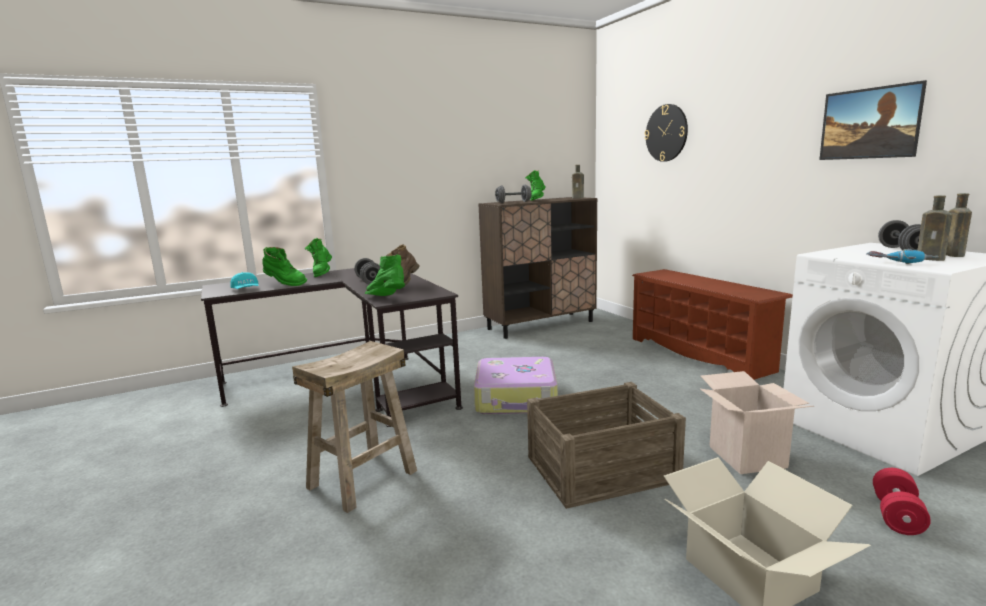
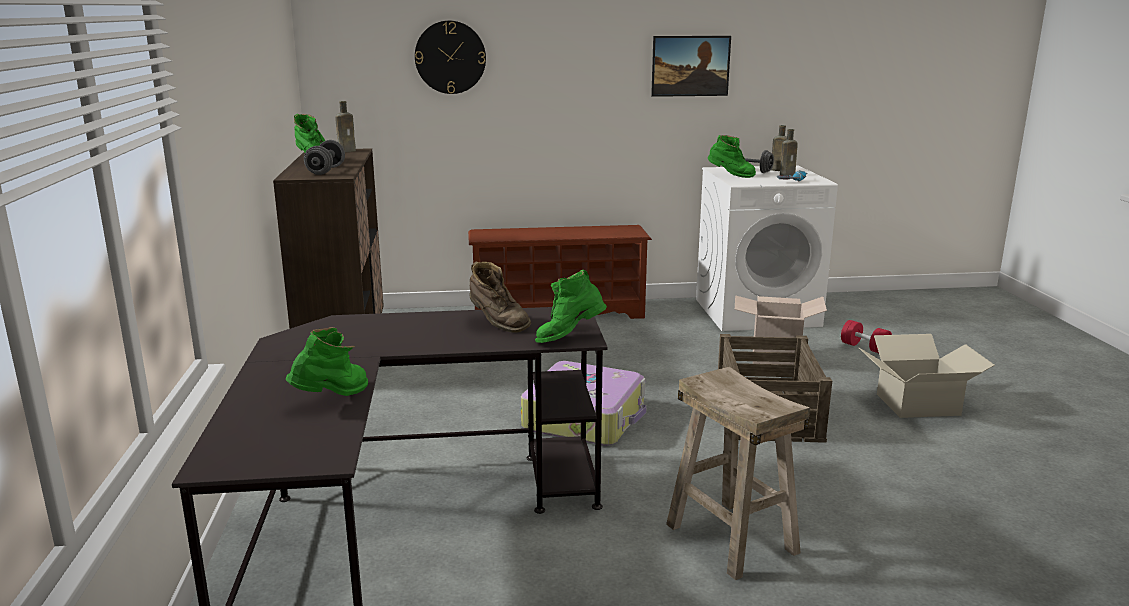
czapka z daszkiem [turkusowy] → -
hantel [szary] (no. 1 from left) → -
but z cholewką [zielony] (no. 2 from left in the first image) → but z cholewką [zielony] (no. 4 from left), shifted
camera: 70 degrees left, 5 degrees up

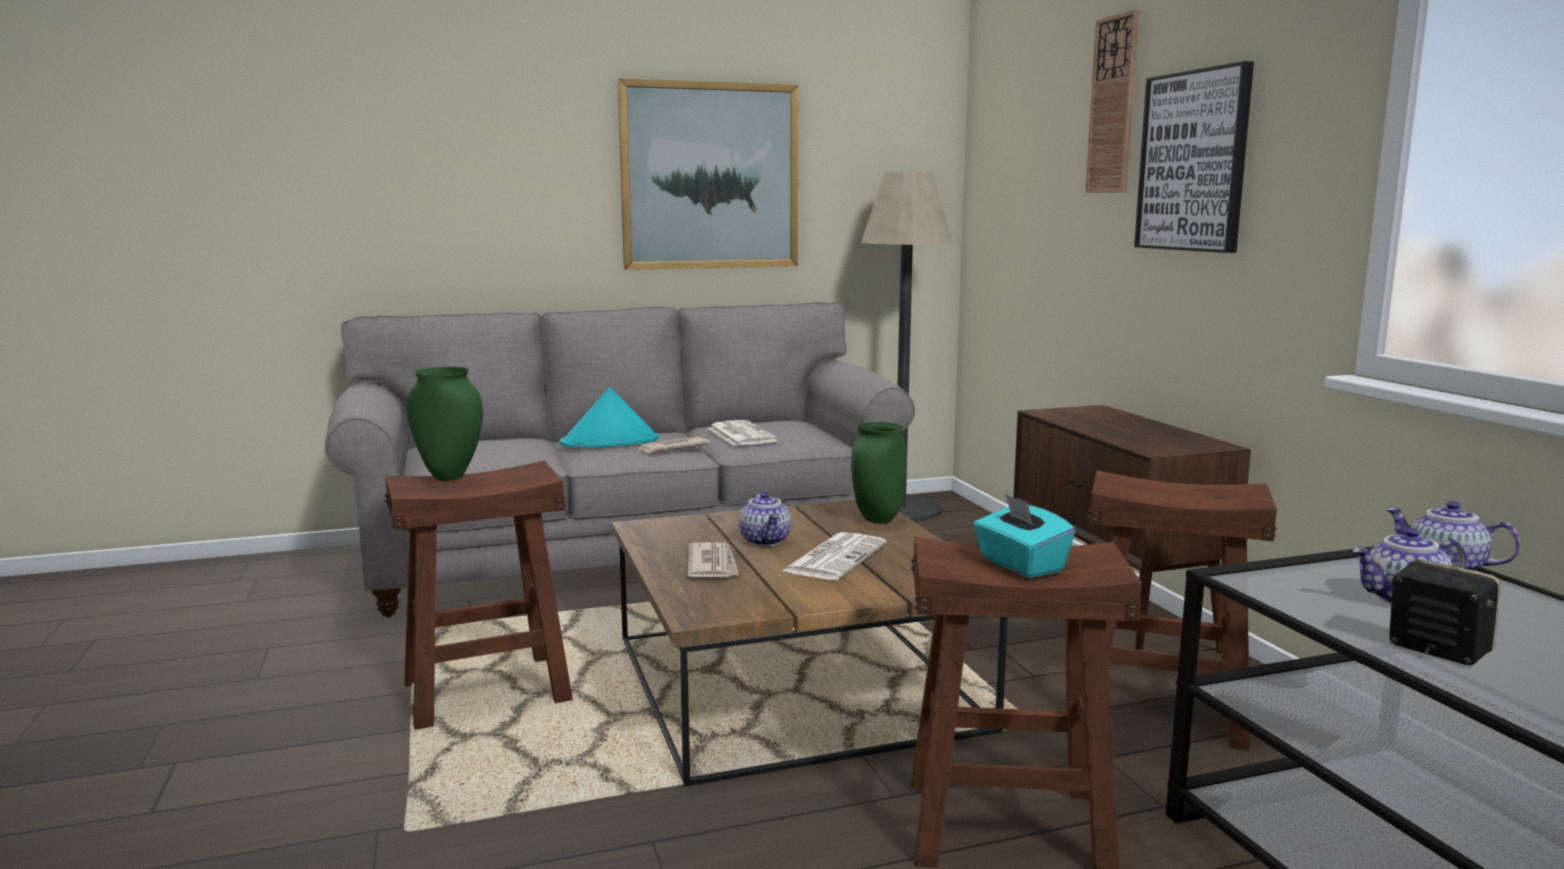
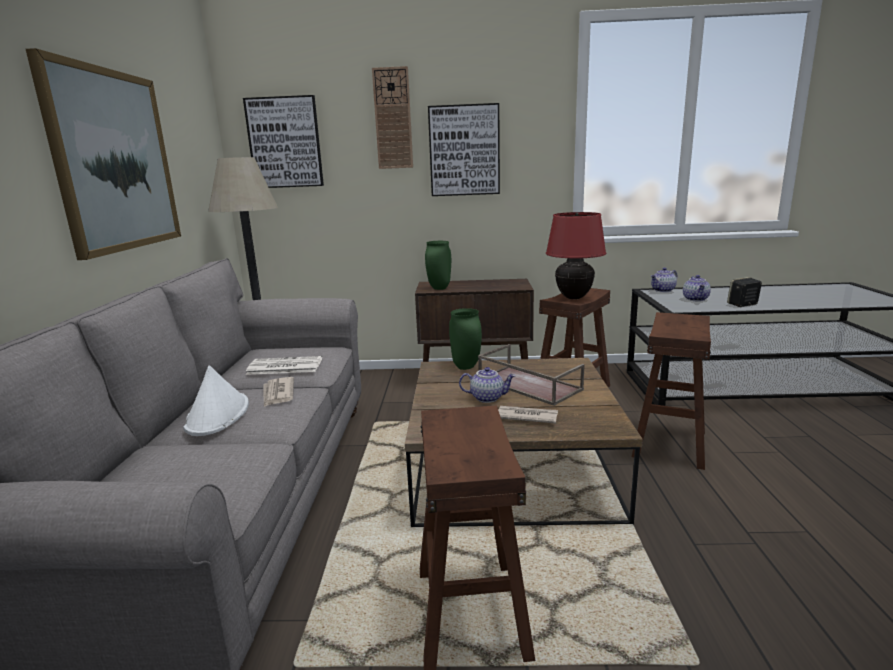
pudełko chusteczek [turkusowy] → -
- → obraz (no. 2 from left)
- → lampa stołowa [czerwony]
wazon [zielony] (no. 1 from left), shifted
gazeta (no. 4 from left) → taca [brązowy]
kapelusz [turkusowy] → kapelusz [biały]
camera: 70 degrees left, 5 degrees up

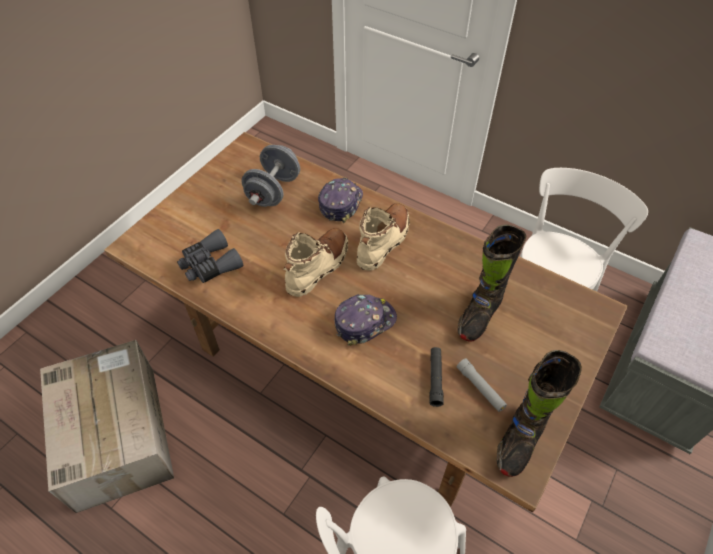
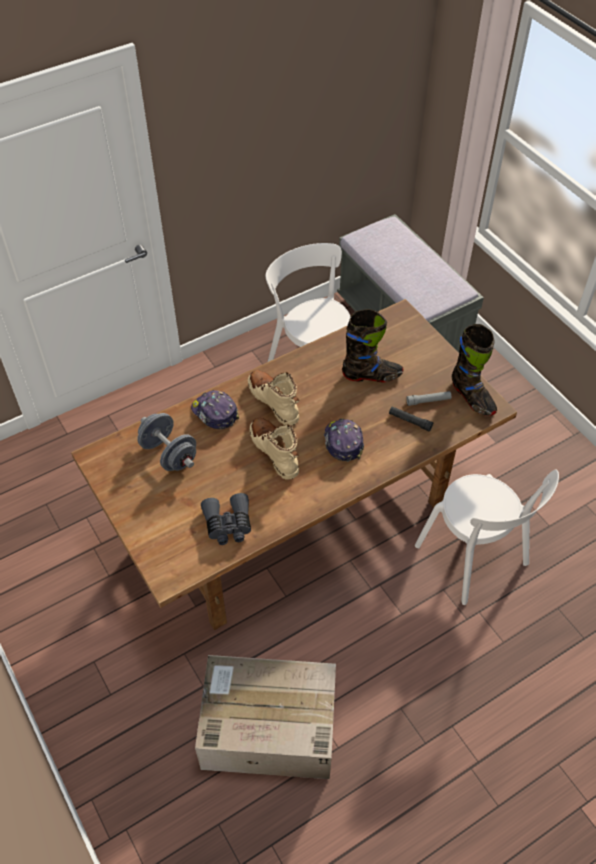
but z cholewką [czarny] (no. 1 from left), 60 degrees counterclockwise
camera: 65 degrees left, 0 degrees up

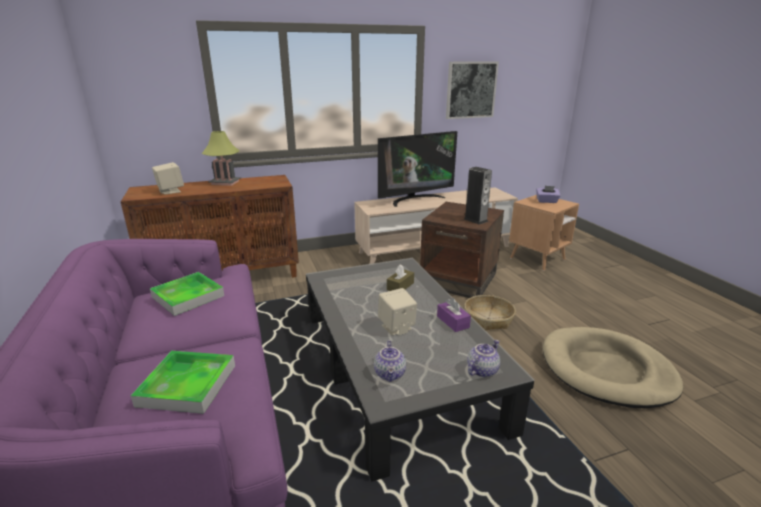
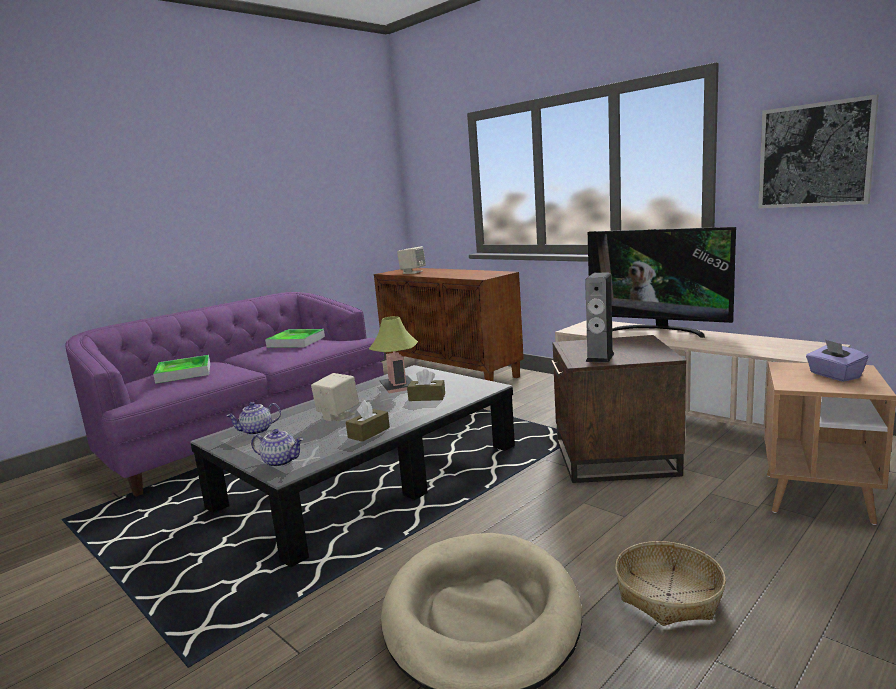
lampa stołowa, shifted
koszyk, shifted
pudełko chusteczek [fioletowy] (no. 1 from left) → pudełko chusteczek [brązowy] (no. 1 from left)
camera: 65 degrees right, 10 degrees down

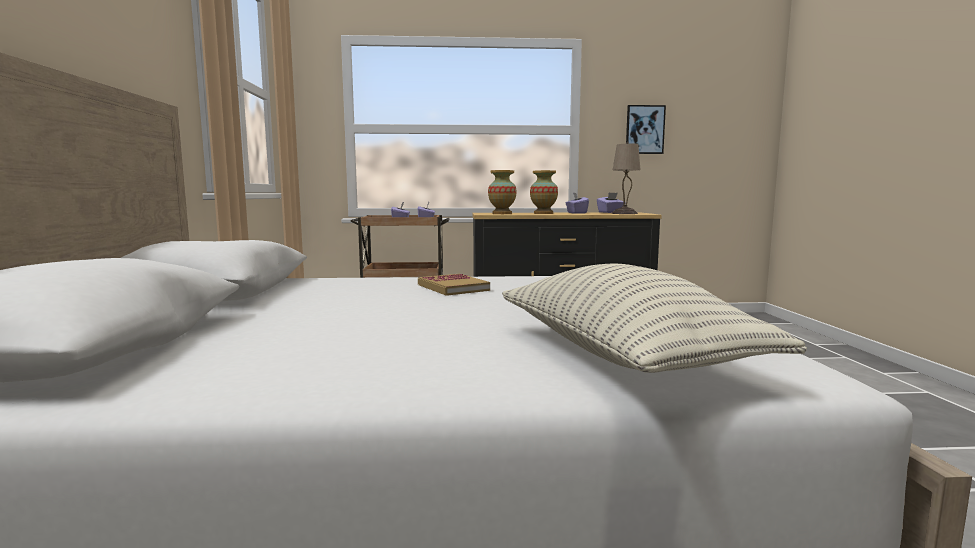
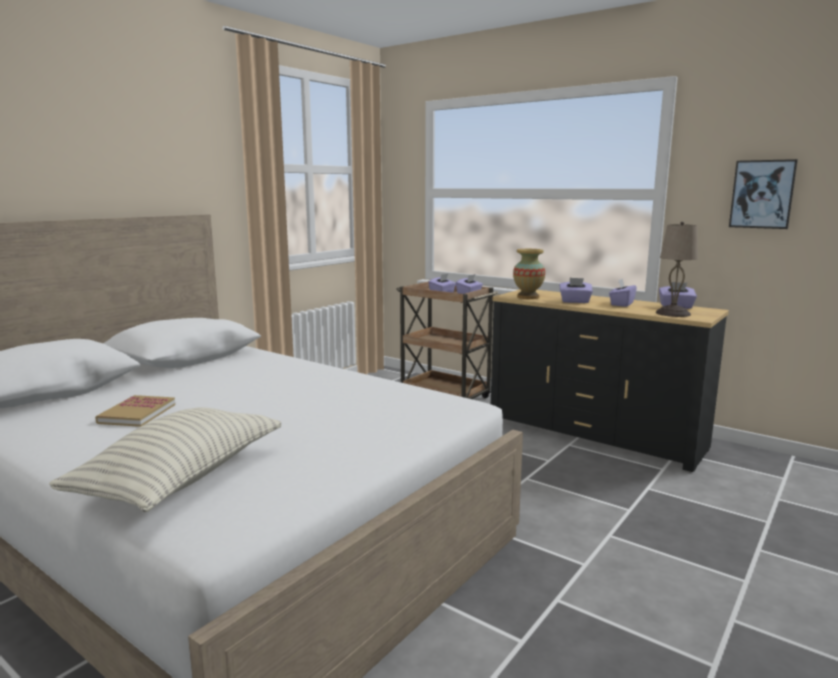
książka, shifted
wazon (no. 2 from left) → pudełko chusteczek [fioletowy] (no. 3 from left)
camera: 40 degrees right, 5 degrees up

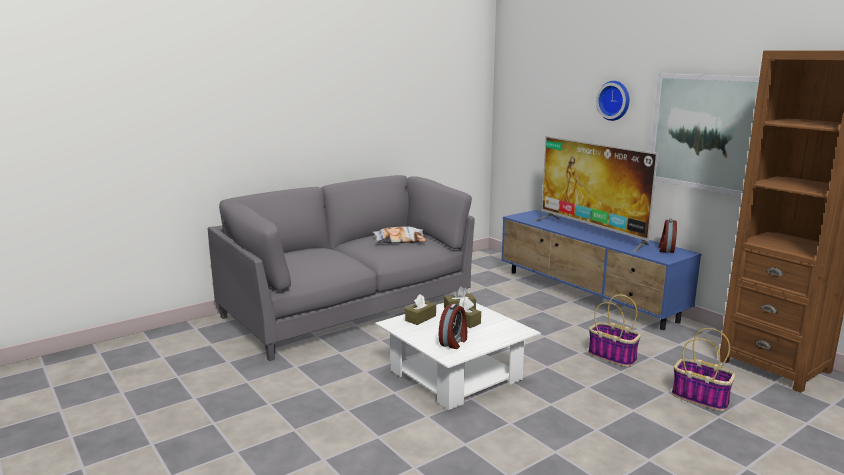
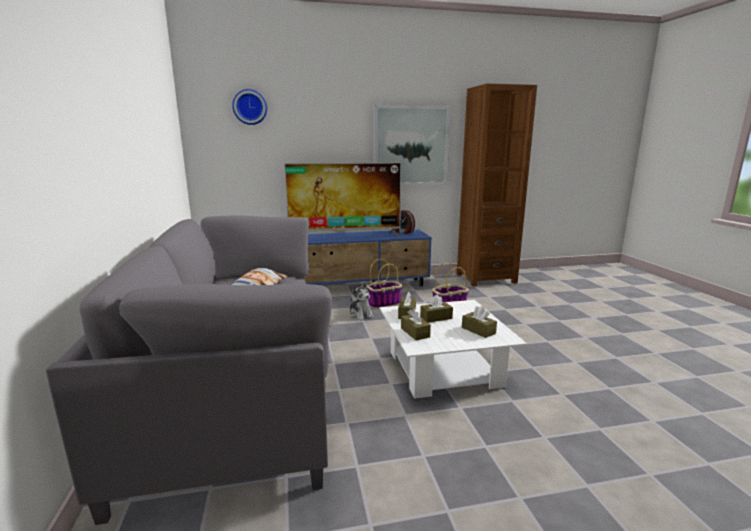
- → pluszak
zegar ścienny, shifted
koszyk (no. 2 from left in the first image) → koszyk (no. 1 from left), shifted
budzik (no. 1 from left) → pudełko chusteczek [brązowy] (no. 4 from left)
camera: 65 degrees left, 0 degrees up

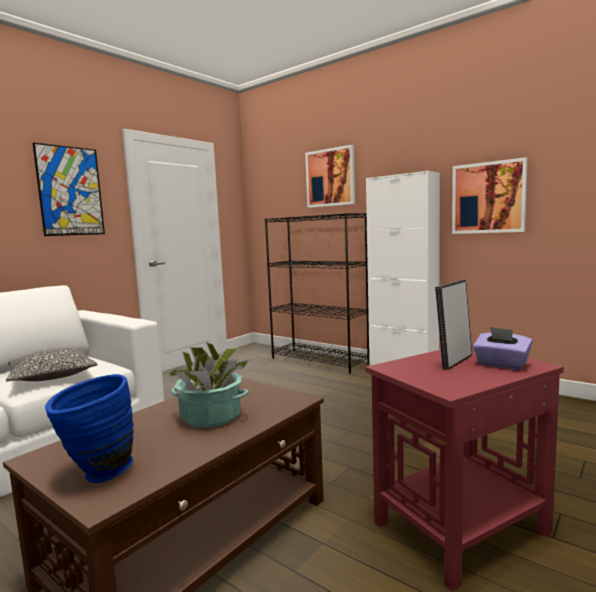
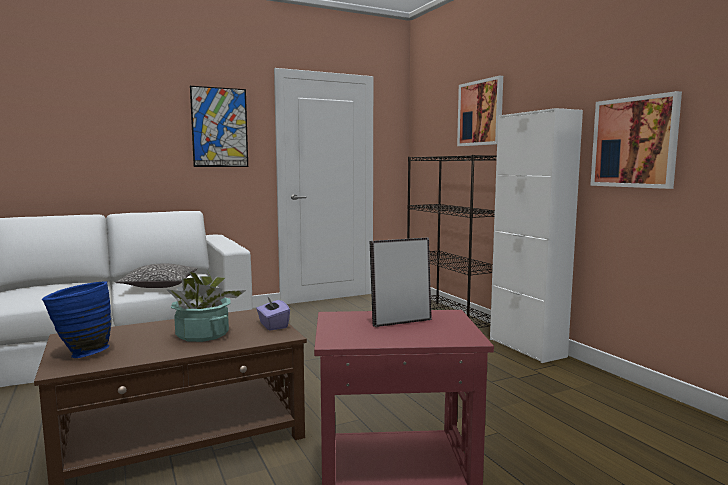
pudełko chusteczek [fioletowy], shifted
camera: 25 degrees right, 0 degrees up

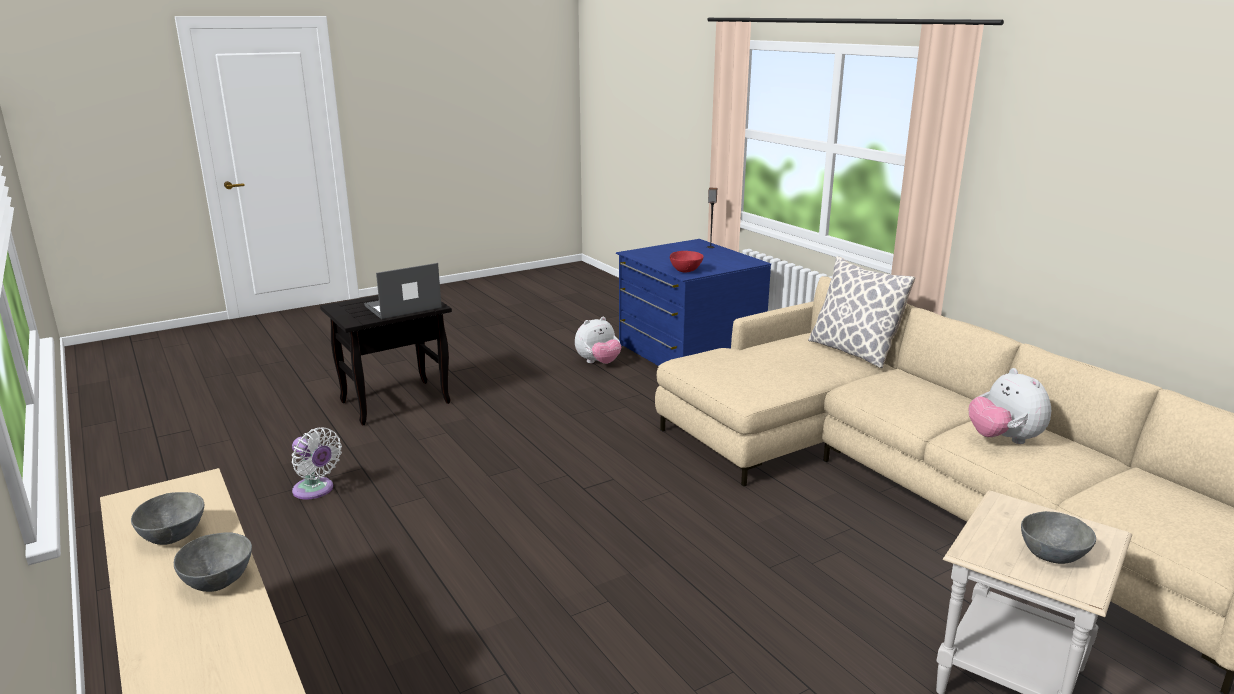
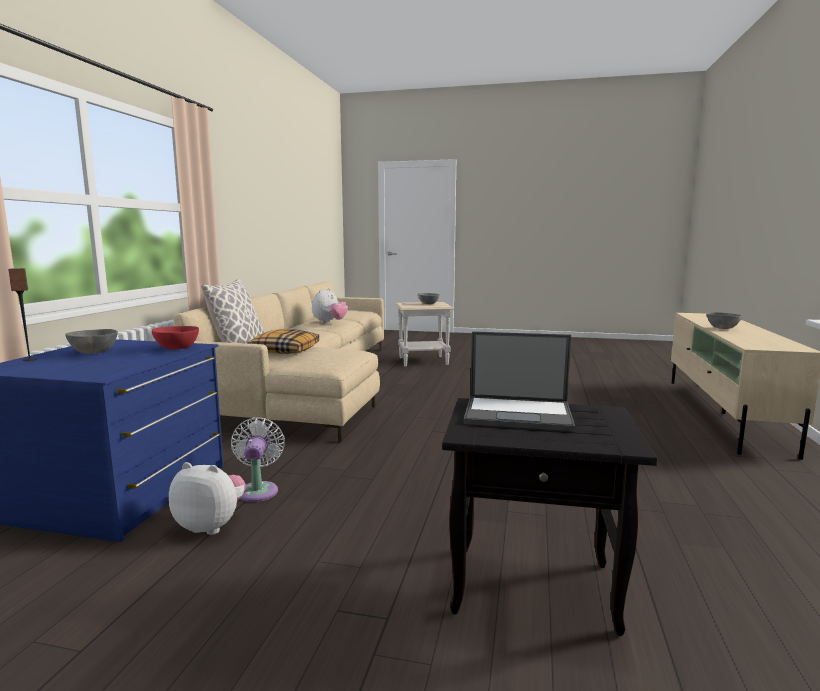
- → poduszka (no. 2 from left)
miska [szary] (no. 1 from left), shifted
wentylator [biały], shifted
camera: 135 degrees left, 10 degrees down

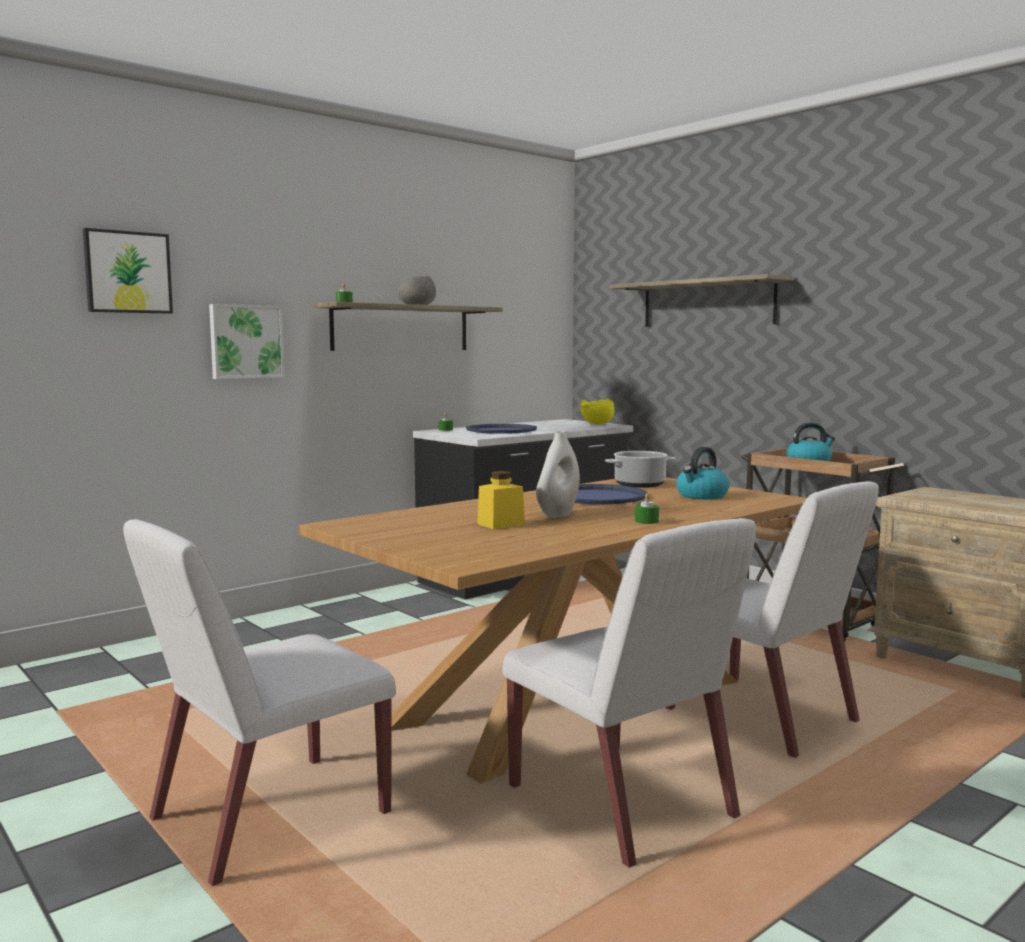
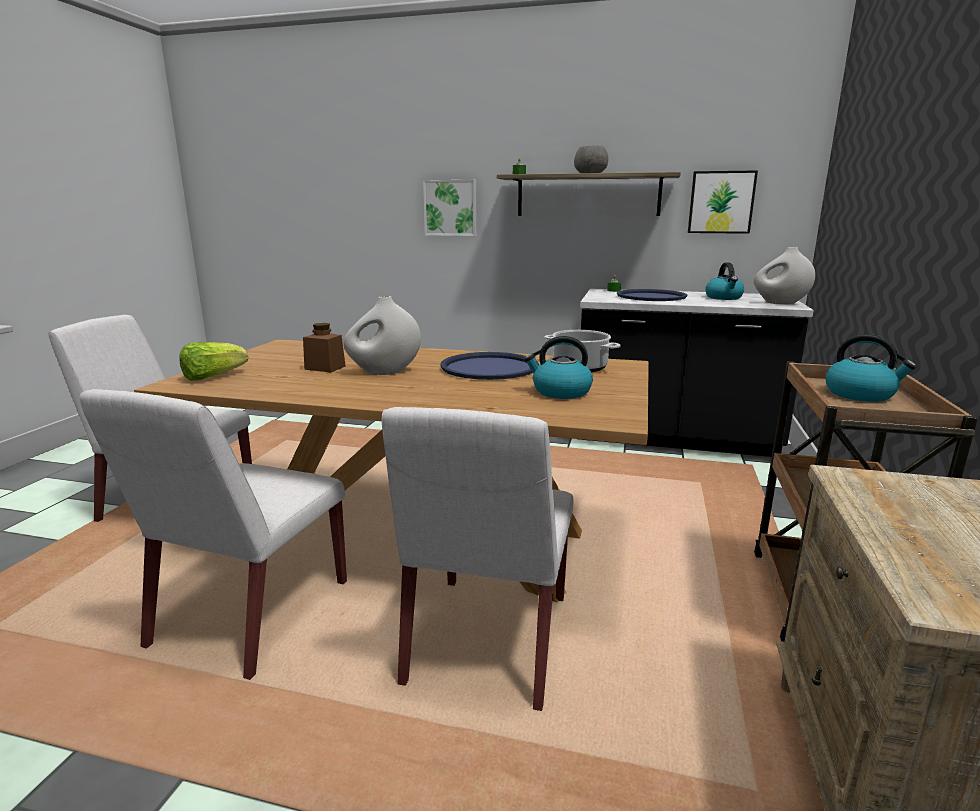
półka (no. 2 from left) → -
świeca [zielony] (no. 3 from left) → -
- → sałata
- → czajnik (no. 2 from left)
obraz (no. 1 from left in the first image) → obraz (no. 2 from left), shifted
miska [żółty] → wazon [biały] (no. 2 from left)
słoik [żółty] → słoik [brązowy]
camera: 55 degrees right, 10 degrees up

